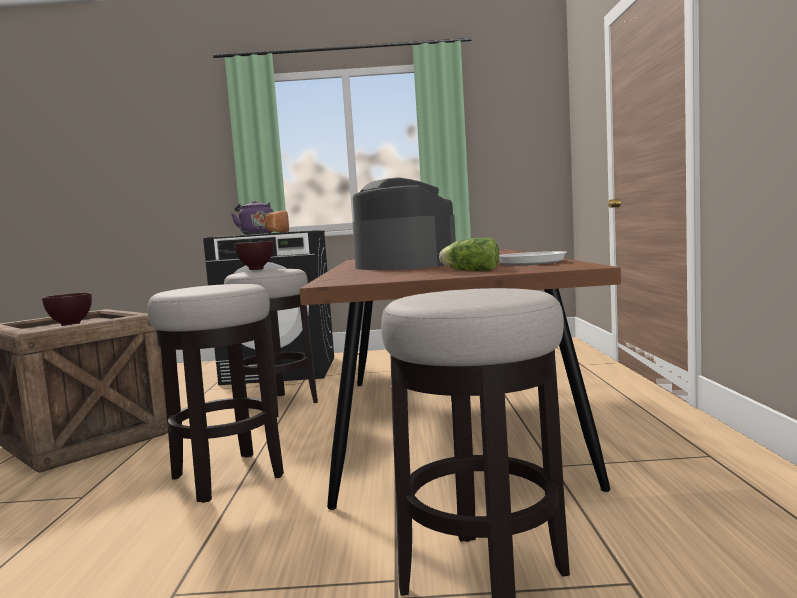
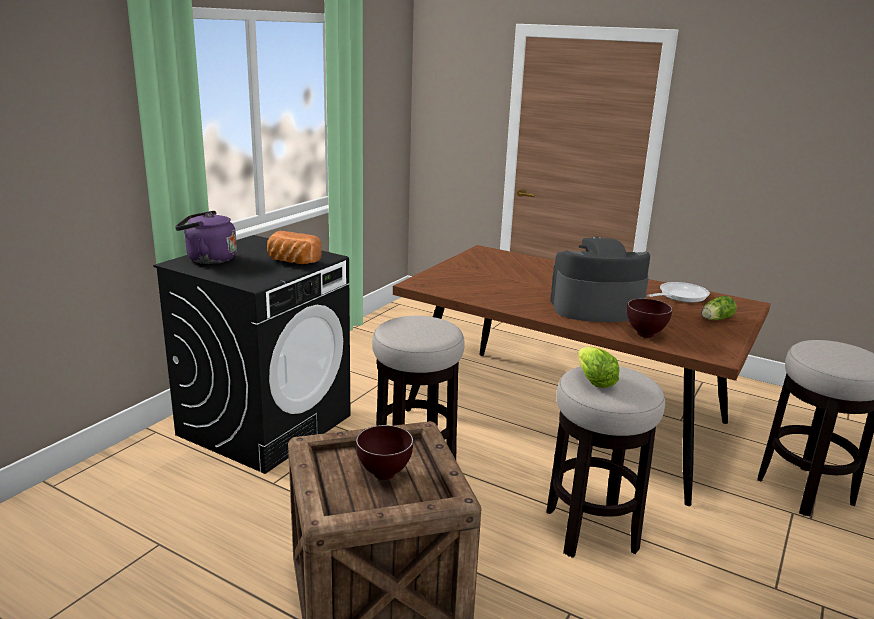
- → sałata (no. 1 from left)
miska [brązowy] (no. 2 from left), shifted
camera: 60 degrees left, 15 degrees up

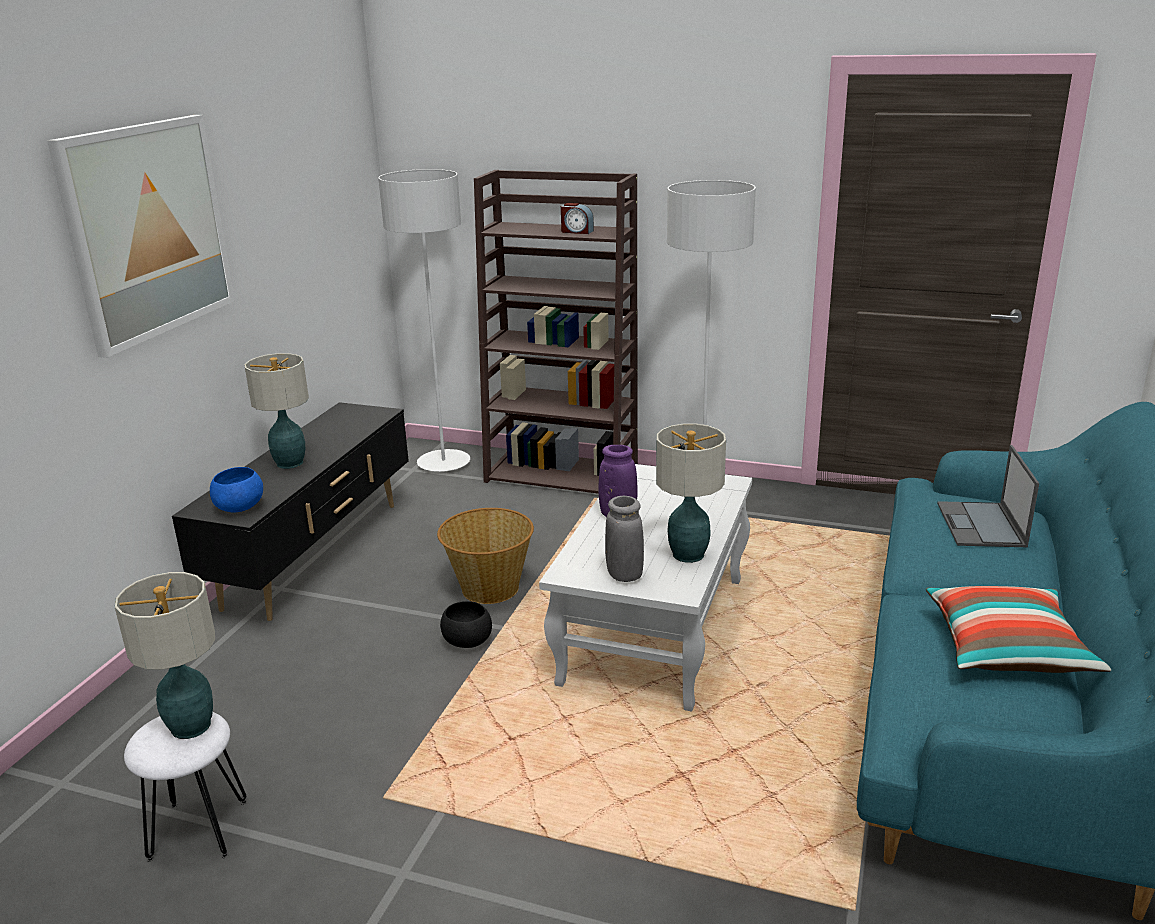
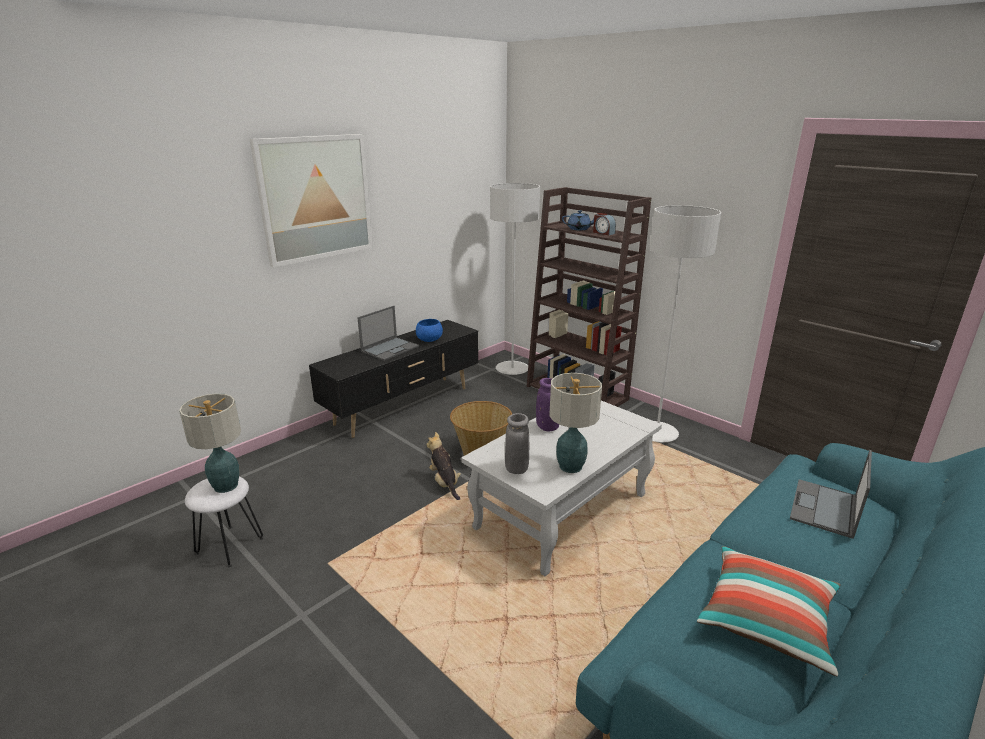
- → imbryk [niebieski]
miska [niebieski], shifted
lampa stołowa (no. 2 from left) → laptop (no. 1 from left)
miska [czarny] → pluszak
camera: 25 degrees right, 0 degrees up

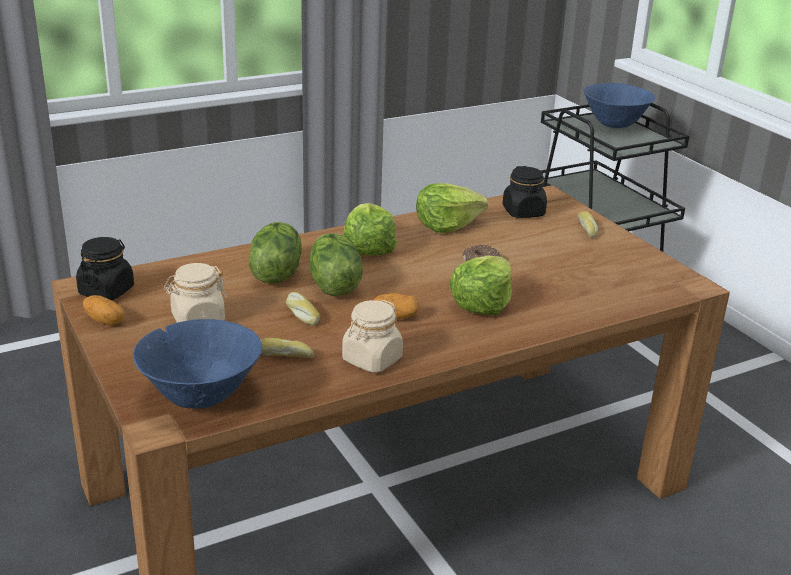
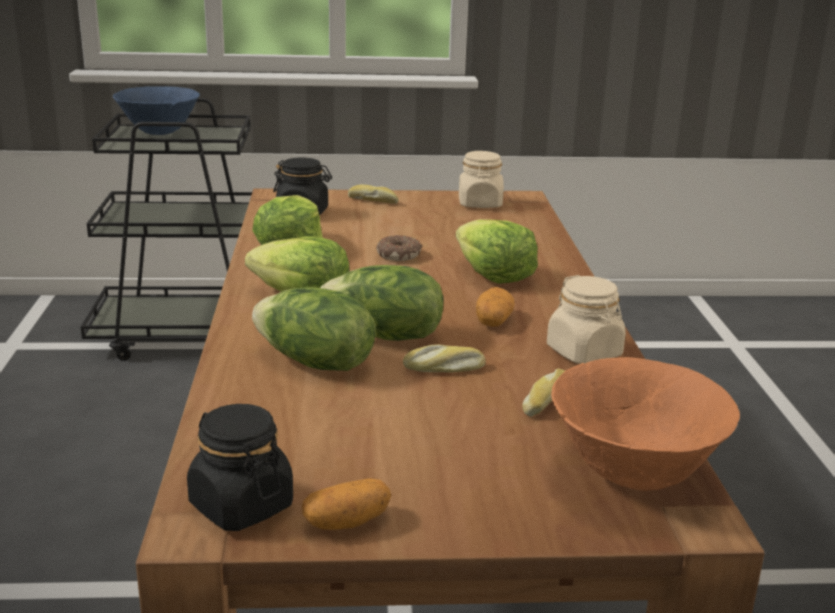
słoik [beżowy] (no. 1 from left), shifted
miska [niebieski] (no. 1 from left) → miska [pomarańczowy]
camera: 65 degrees left, 5 degrees down

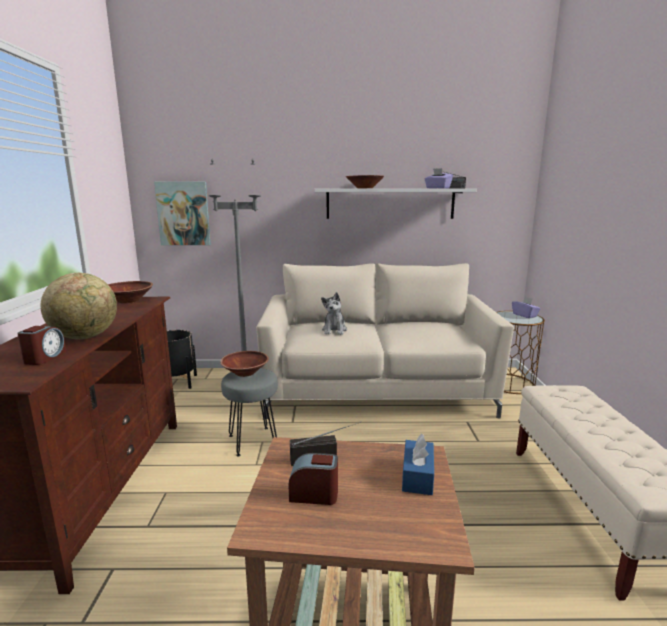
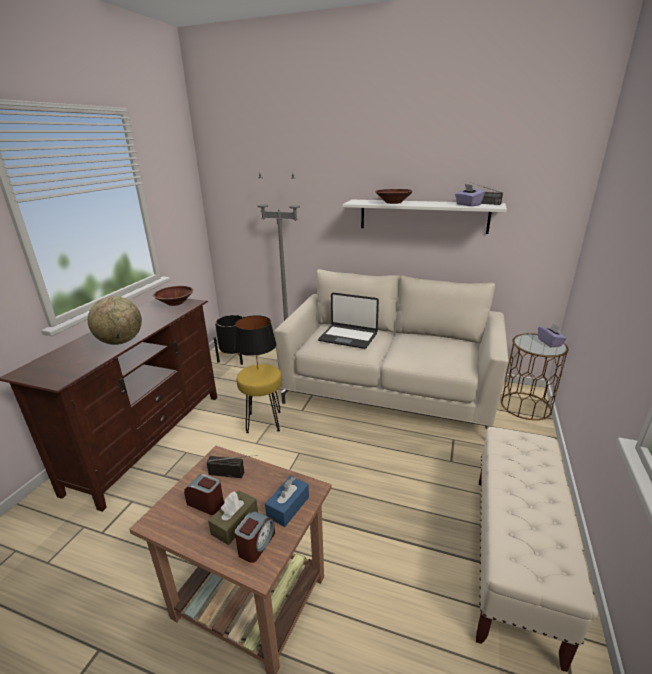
obraz → -
- → pudełko chusteczek [brązowy]
budzik (no. 1 from left in the first image) → budzik (no. 2 from left), shifted
miska [brązowy] (no. 2 from left) → lampa stołowa [czarny]
pluszak → laptop
stołek [szary] → stołek [żółty]
camera: 20 degrees right, 10 degrees up

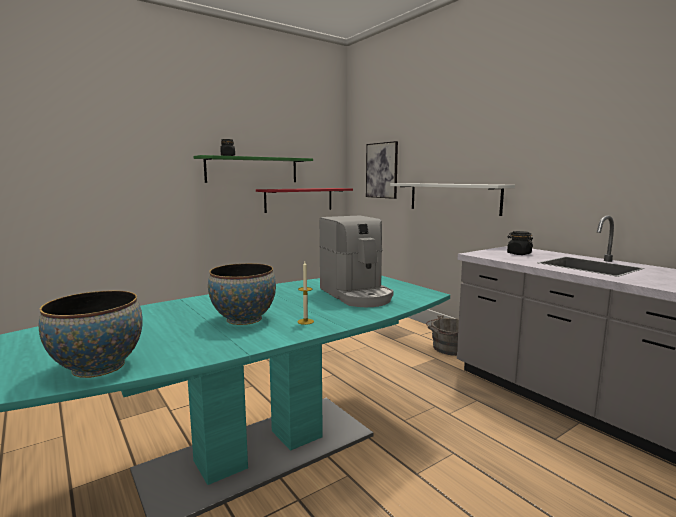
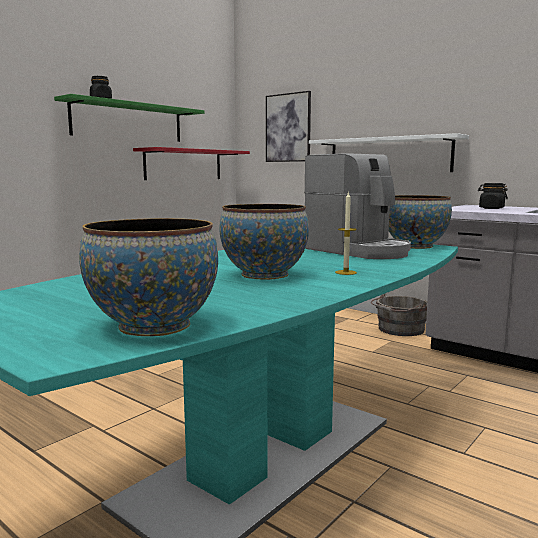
- → miska (no. 3 from left)
camera: 15 degrees left, 0 degrees up

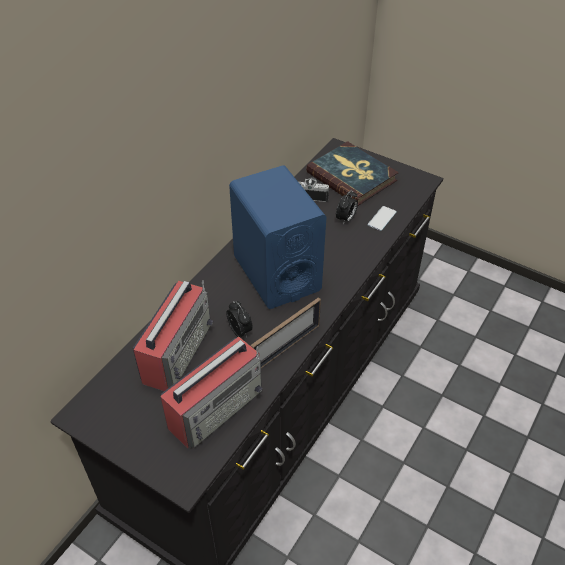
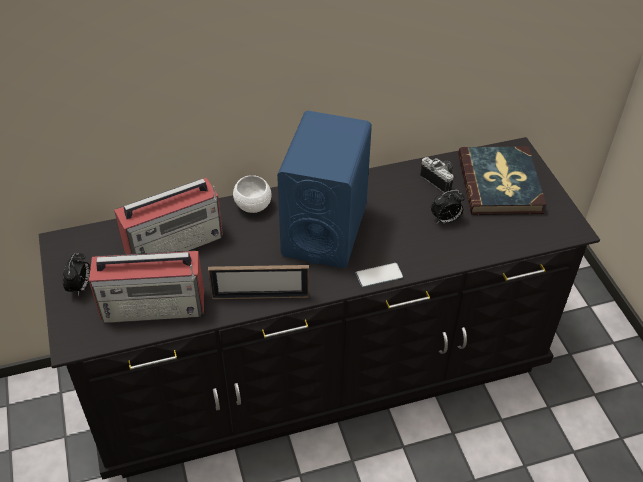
- → miska [biały]
budzik (no. 1 from left), shifted
telefon, shifted
camera: 40 degrees right, 0 degrees up

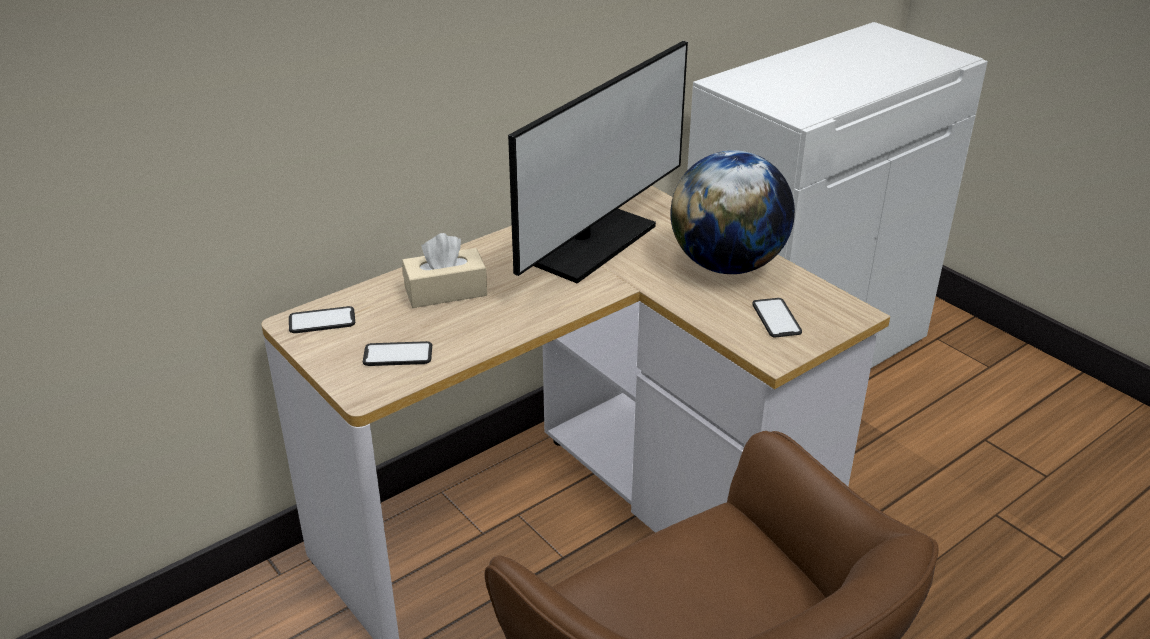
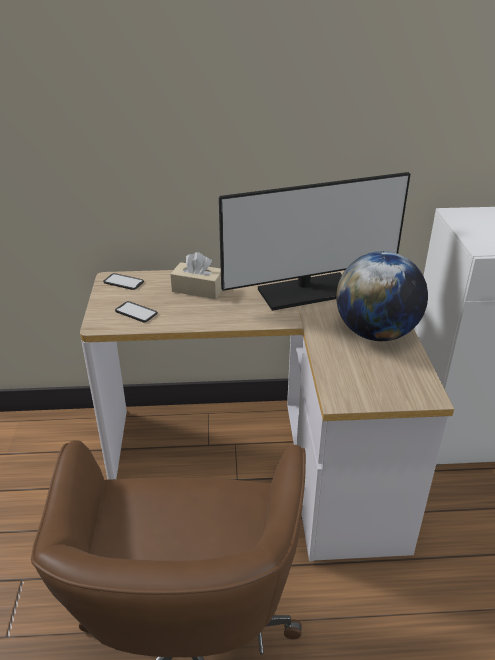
telefon (no. 3 from left) → -
camera: 35 degrees right, 0 degrees up

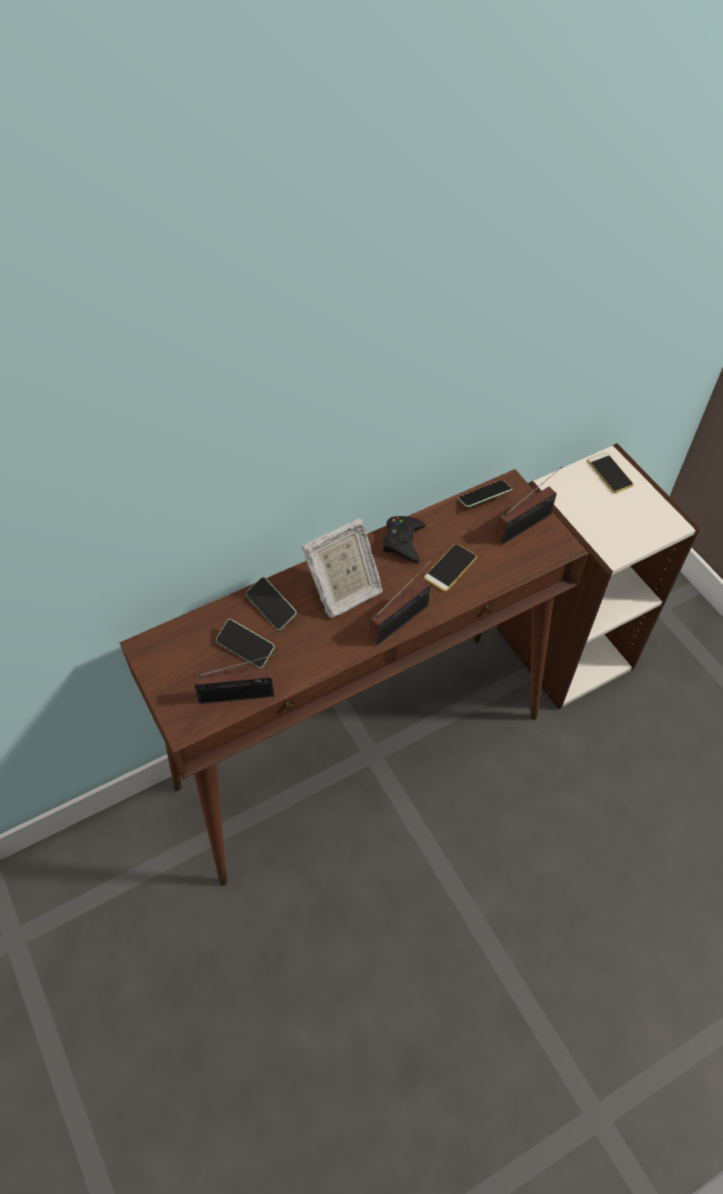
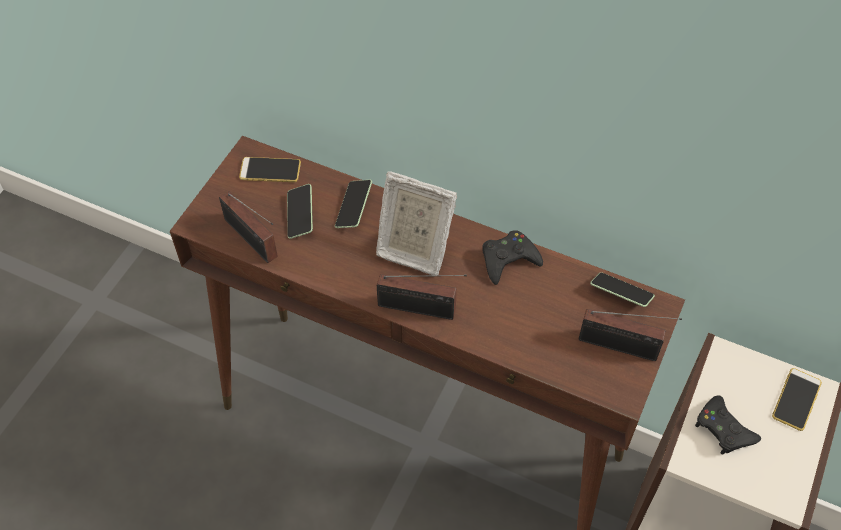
- → pad do gier [czarny] (no. 2 from left)
telefon (no. 3 from left in the first image) → telefon (no. 1 from left), shifted
camera: 55 degrees right, 0 degrees up

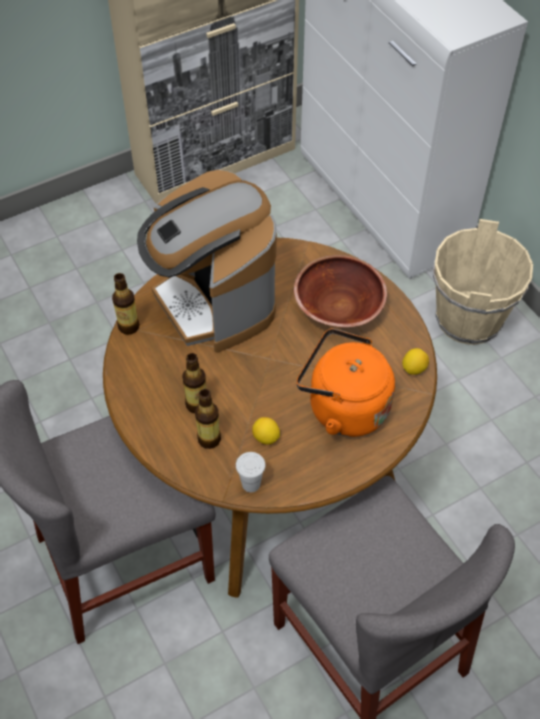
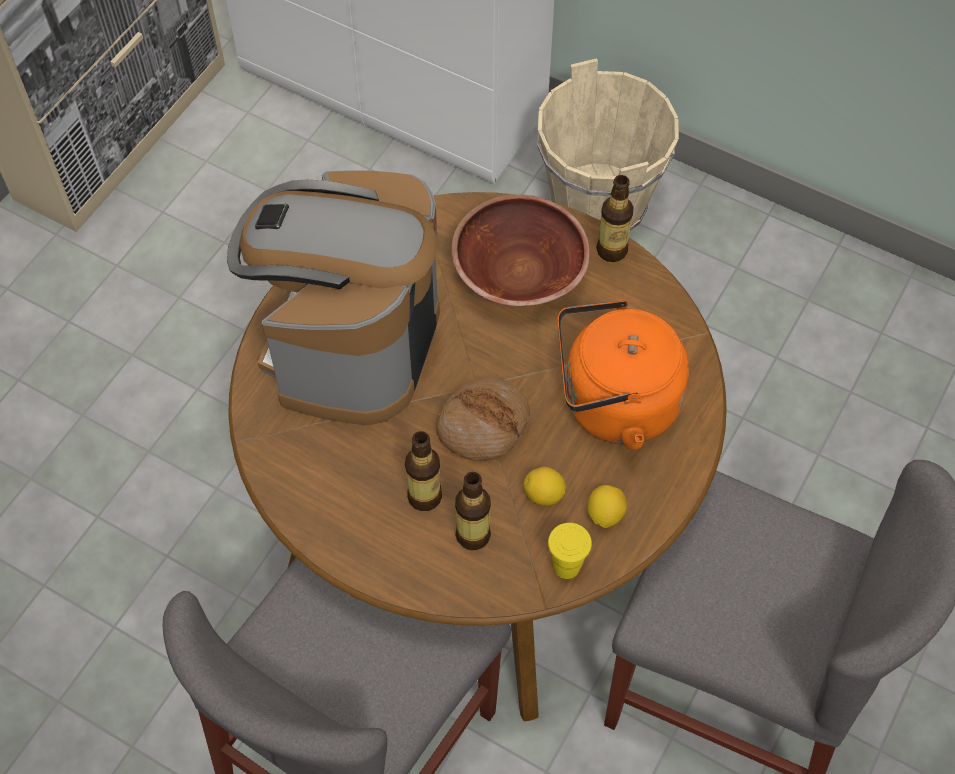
- → chleb
butelka (no. 1 from left in the first image) → butelka (no. 3 from left), shifted
cytryna (no. 2 from left), shifted
filiżanka [biały] → filiżanka [żółty]
ekspres do kawy, 75 degrees clockwise
camera: 30 degrees left, 5 degrees up

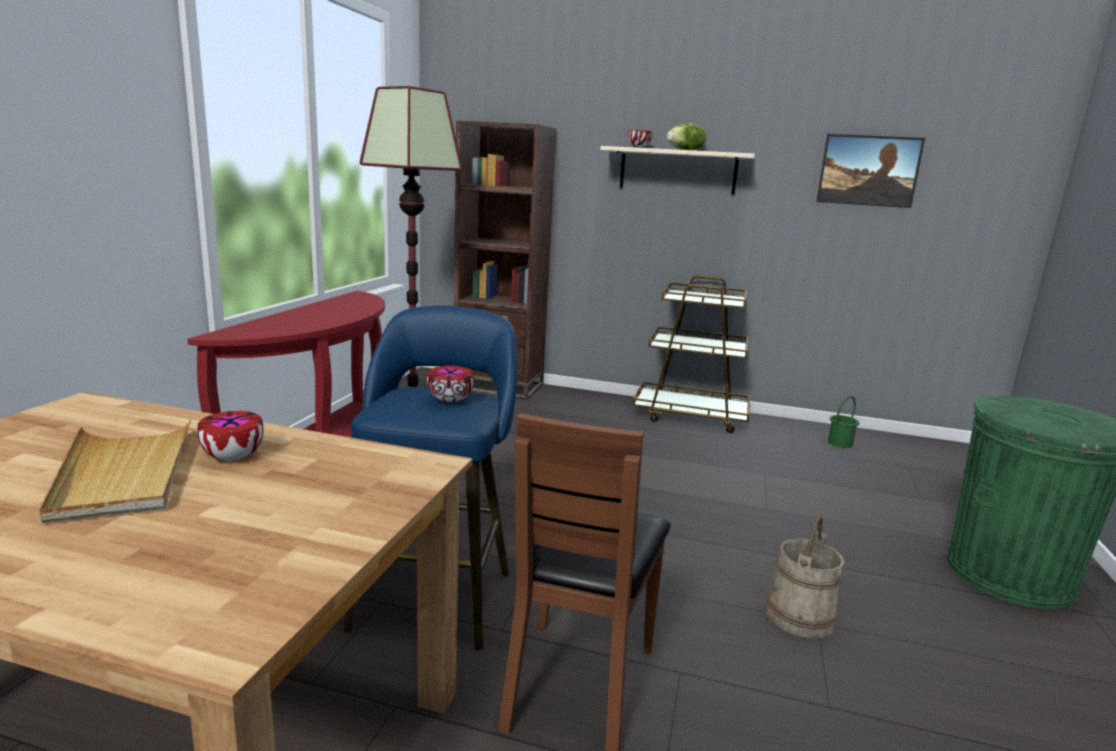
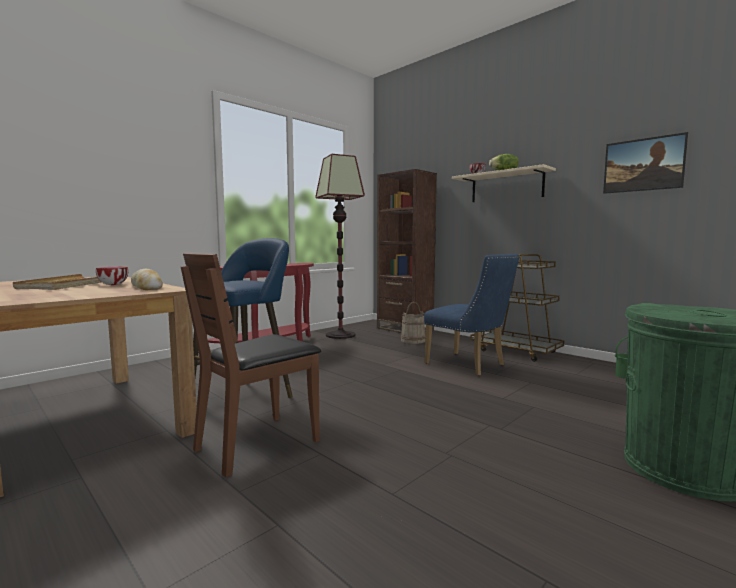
miska (no. 2 from left) → -
- → chleb
- → krzesło [niebieski]
wiadro [beżowy], shifted
camera: 30 degrees right, 10 degrees down

